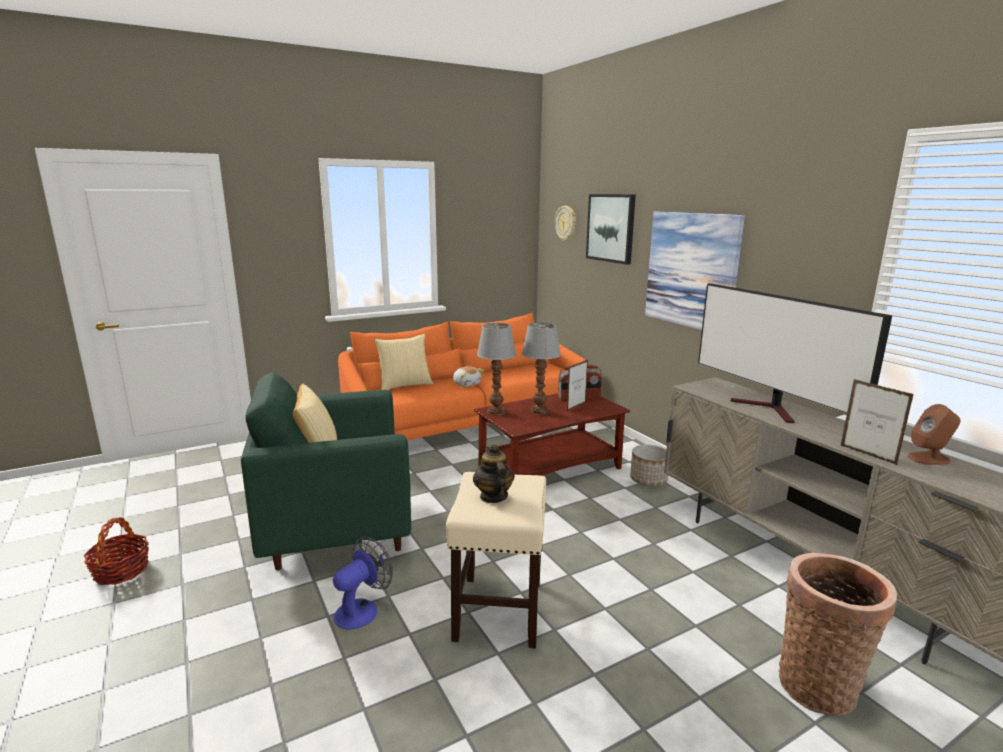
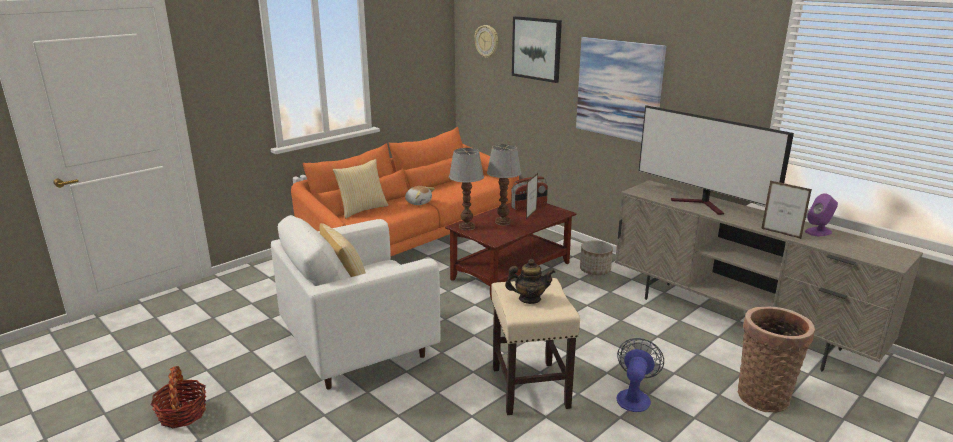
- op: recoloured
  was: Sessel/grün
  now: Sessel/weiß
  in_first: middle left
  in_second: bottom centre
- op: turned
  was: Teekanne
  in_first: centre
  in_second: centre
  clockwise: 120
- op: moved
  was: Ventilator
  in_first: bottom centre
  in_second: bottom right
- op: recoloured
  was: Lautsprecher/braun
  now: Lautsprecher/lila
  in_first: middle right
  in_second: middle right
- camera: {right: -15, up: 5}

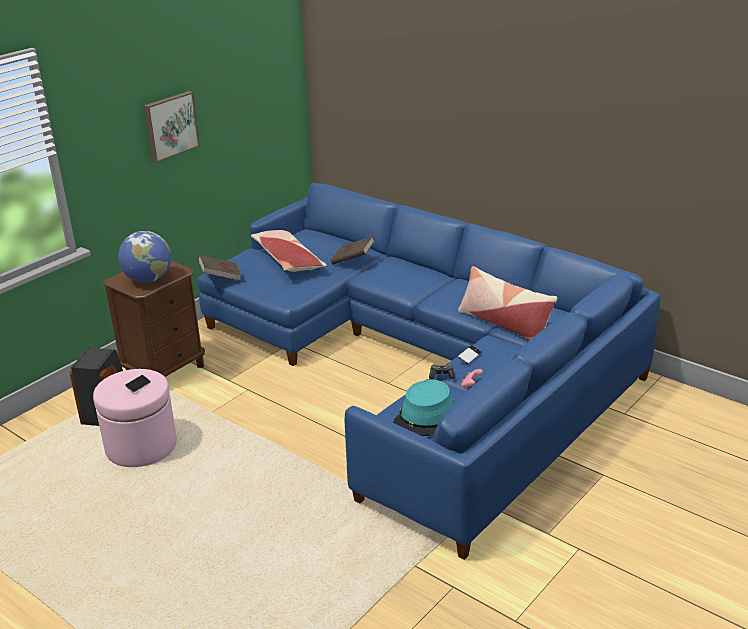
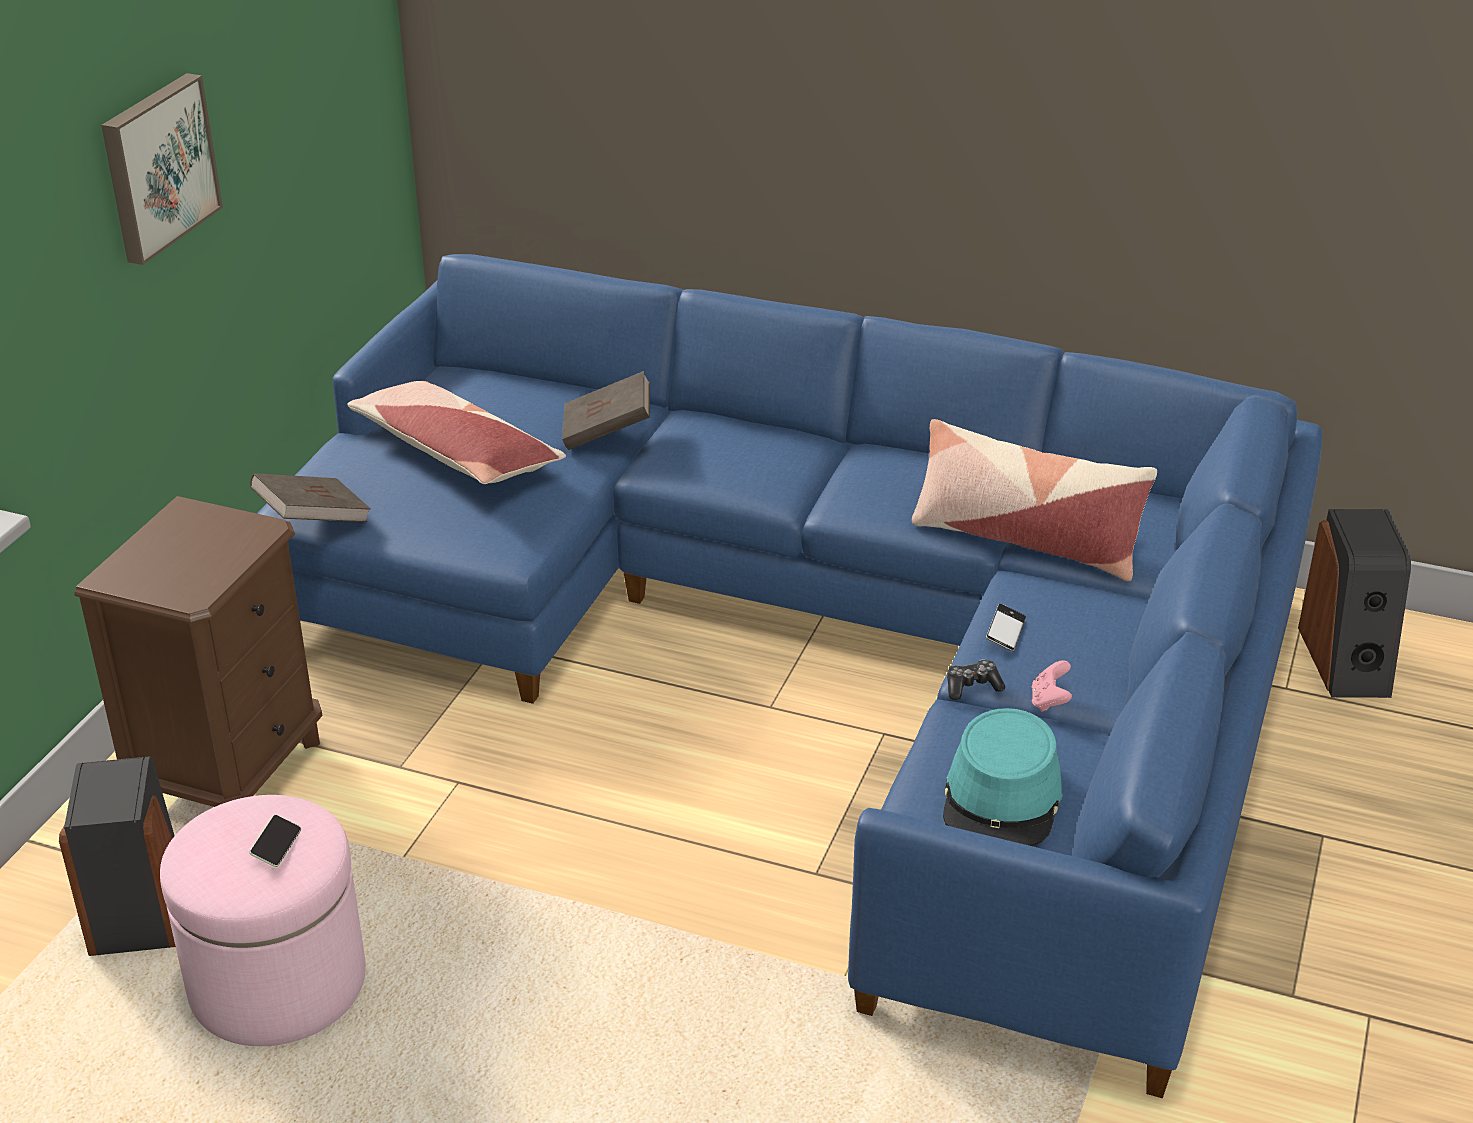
- op: added
  now: Lautsprecher (2nd from left)
  in_second: middle right
- op: removed
  was: Globus
  in_first: middle left
- camera: {right: -20, up: 5}

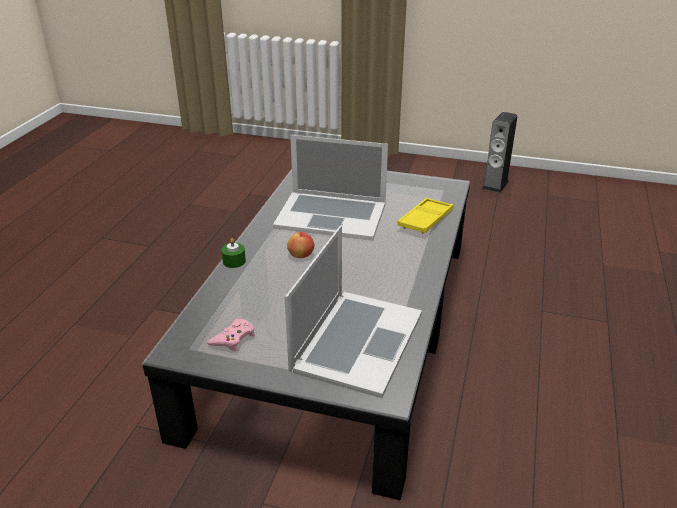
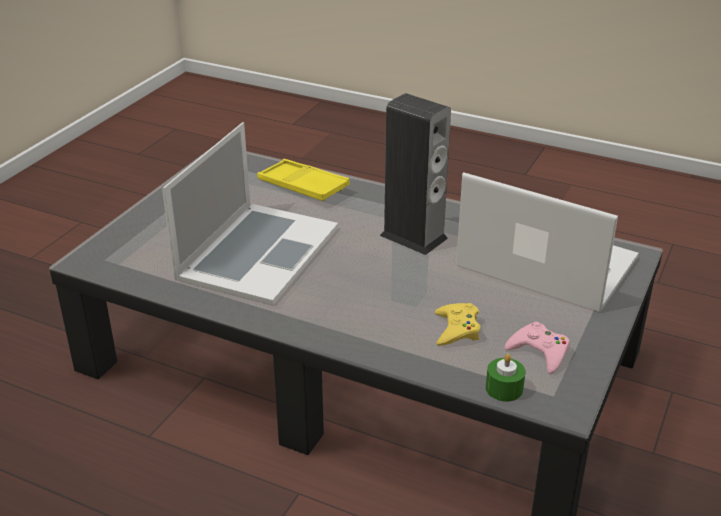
- op: moved
  was: Lautsprecher
  in_first: top right
  in_second: centre
- op: added
  now: Gamepad/gelb
  in_second: centre
- op: moved
  was: Kerze/grün
  in_first: centre
  in_second: bottom right
- op: removed
  was: Apfel
  in_first: centre
- camera: {right: -80, up: 0}

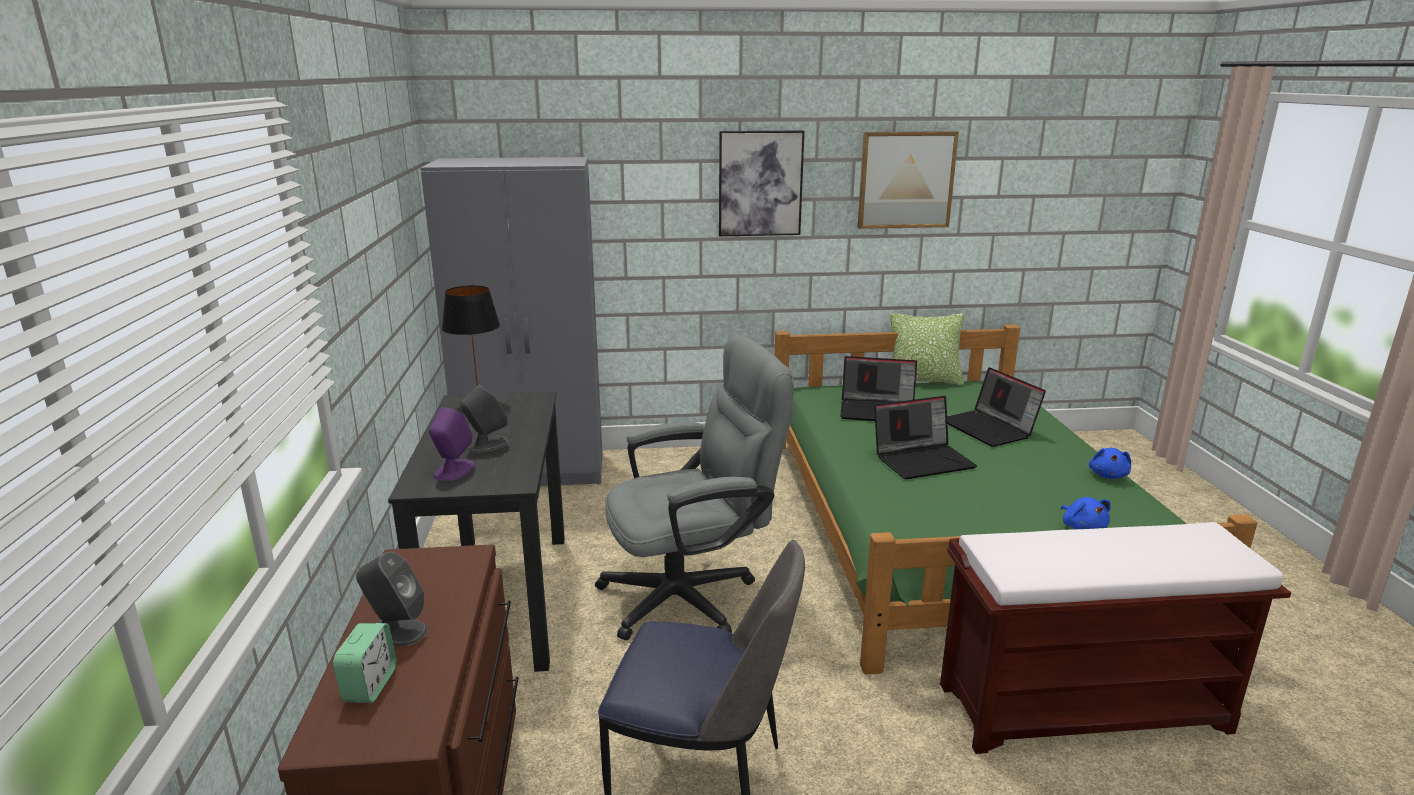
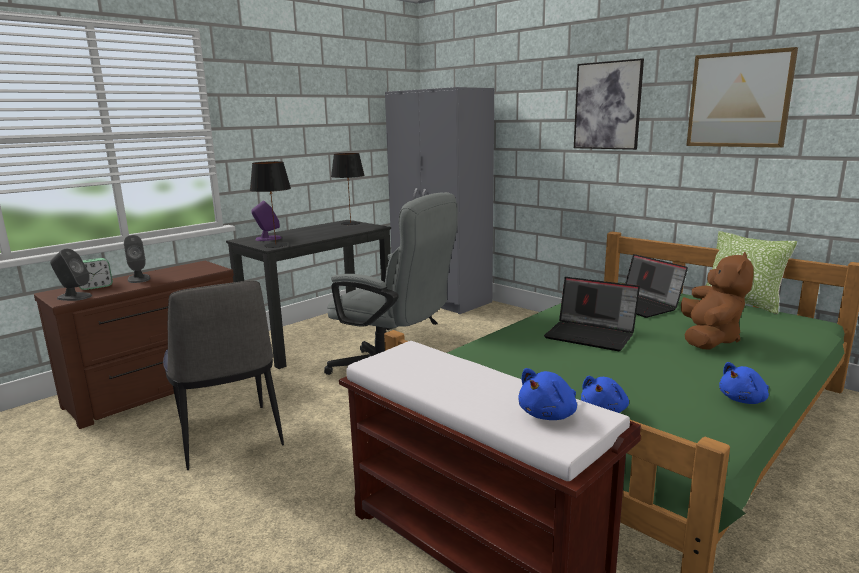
- op: moved
  was: Lautsprecher/grau (2nd from left in the first image)
  now: Lautsprecher/grau (1st from left)
  in_first: centre
  in_second: middle left
- op: added
  now: Tischlampe/schwarz (1st from left)
  in_second: middle left
- op: added
  now: Plüschtier/blau (1st from left)
  in_second: bottom centre
- op: replaced
  was: Laptop (3rd from left)
  now: Plüschtier/braun
  in_first: middle right
  in_second: middle right
- camera: {right: 50, up: -5}

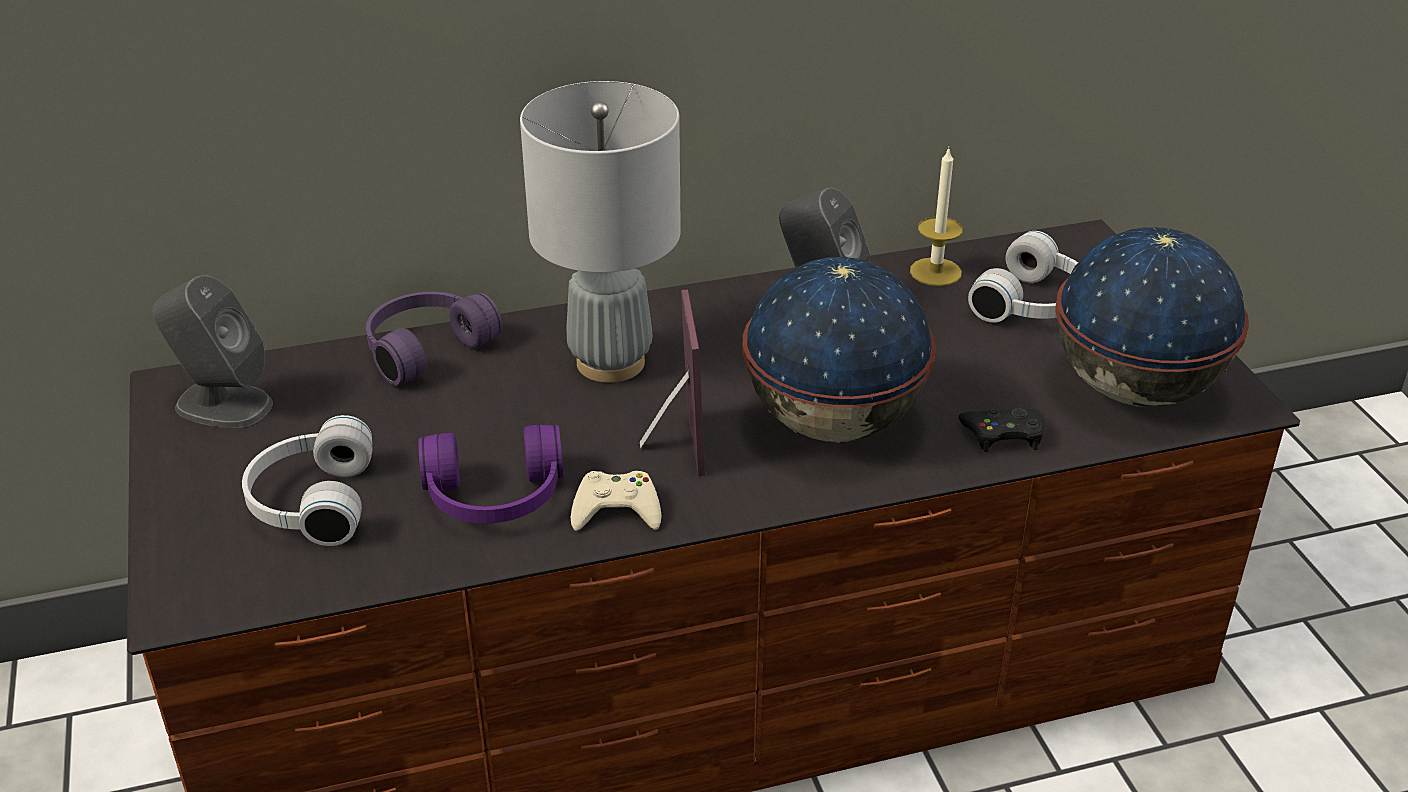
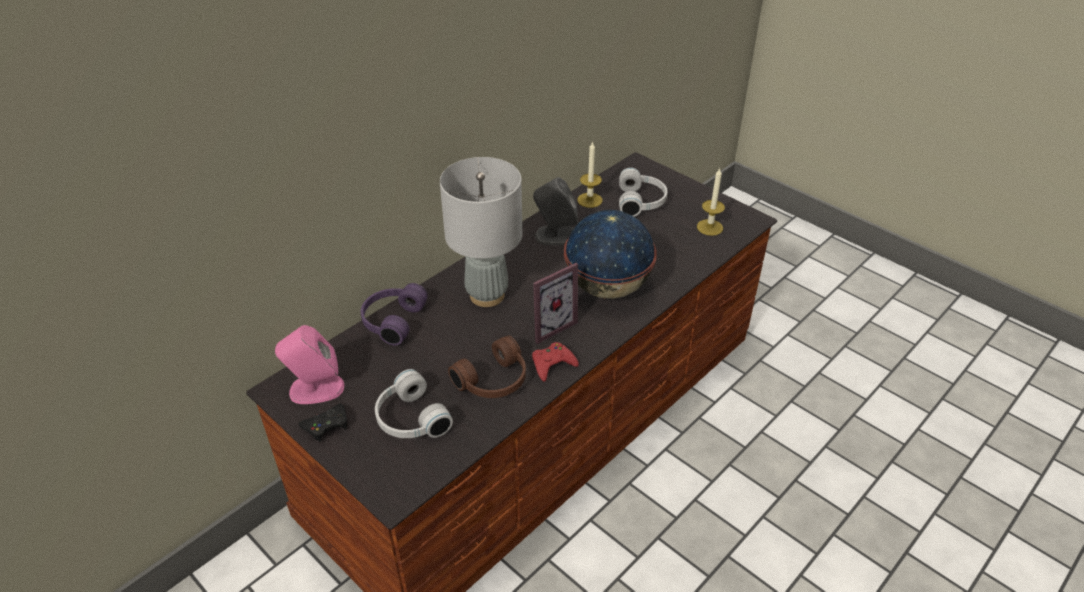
- op: recoloured
  was: Lautsprecher/grau (1st from left)
  now: Lautsprecher/rosa
  in_first: middle left
  in_second: middle left
- op: moved
  was: Gamepad/schwarz
  in_first: middle right
  in_second: bottom left
- op: recoloured
  was: Kopfhörer/lila (2nd from left)
  now: Kopfhörer/braun
  in_first: centre
  in_second: centre
- op: recoloured
  was: Gamepad/beige
  now: Gamepad/rot
  in_first: centre
  in_second: centre
- op: turned
  was: Bilderrahmen
  in_first: centre
  in_second: centre
  clockwise: 90
- op: replaced
  was: Globus (2nd from left)
  now: Kerze (2nd from left)
  in_first: middle right
  in_second: centre
- camera: {right: -30, up: 5}

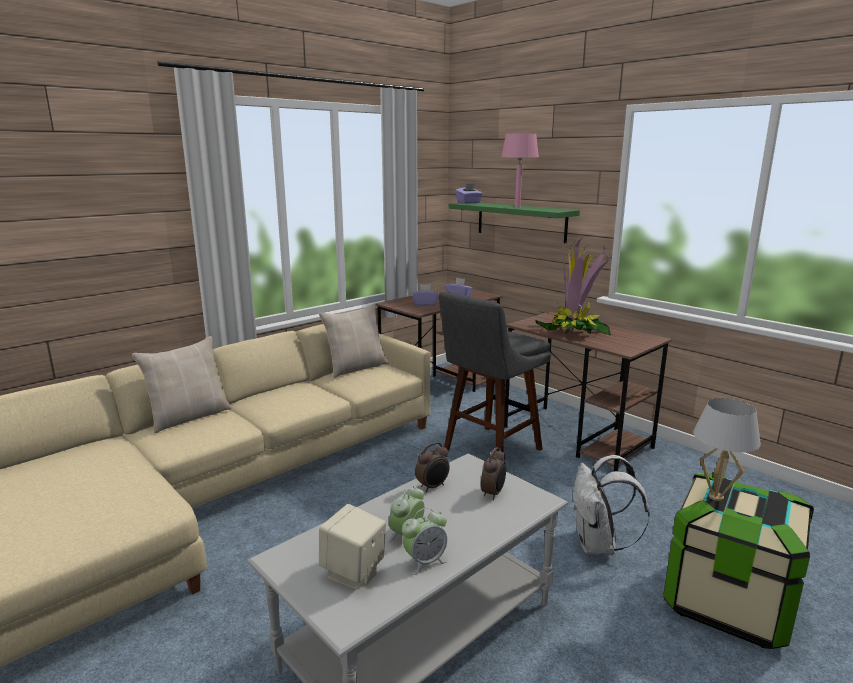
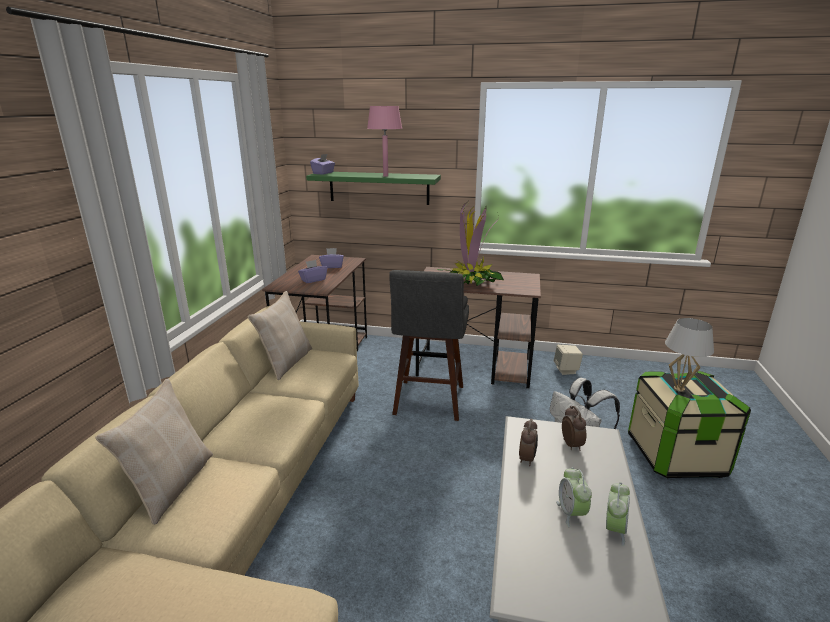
- op: moved
  was: Lautsprecher/beige
  in_first: bottom centre
  in_second: middle right
- camera: {right: -35, up: 5}

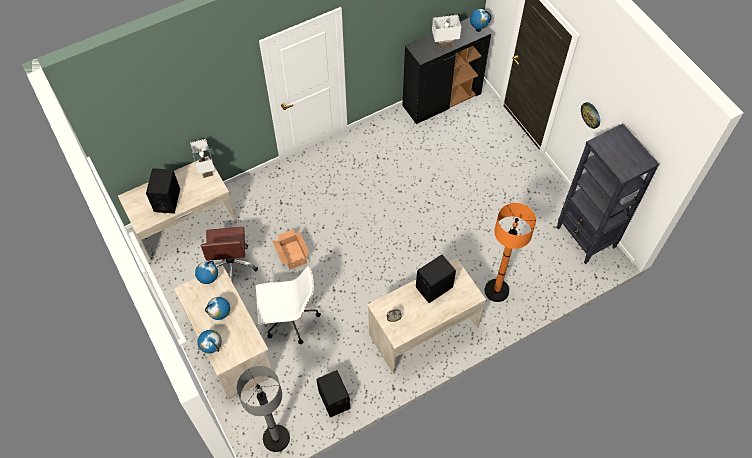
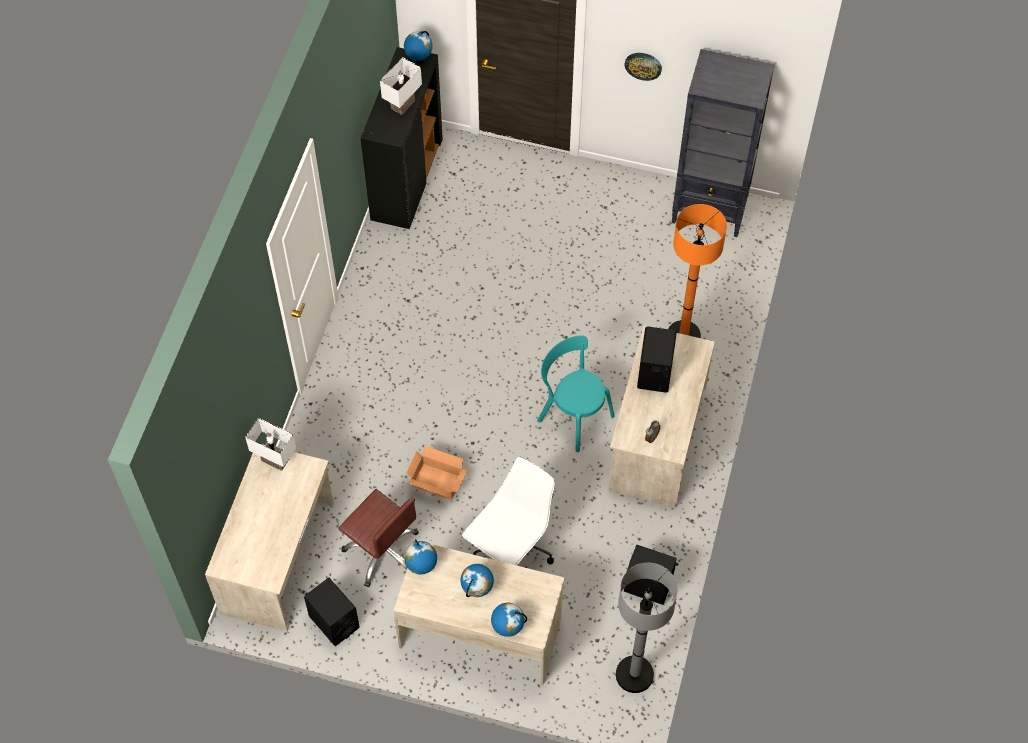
- op: moved
  was: Lautsprecher/schwarz (1st from left)
  in_first: middle left
  in_second: bottom left
- op: added
  now: Stuhl/türkis
  in_second: centre
- camera: {right: -45, up: 0}

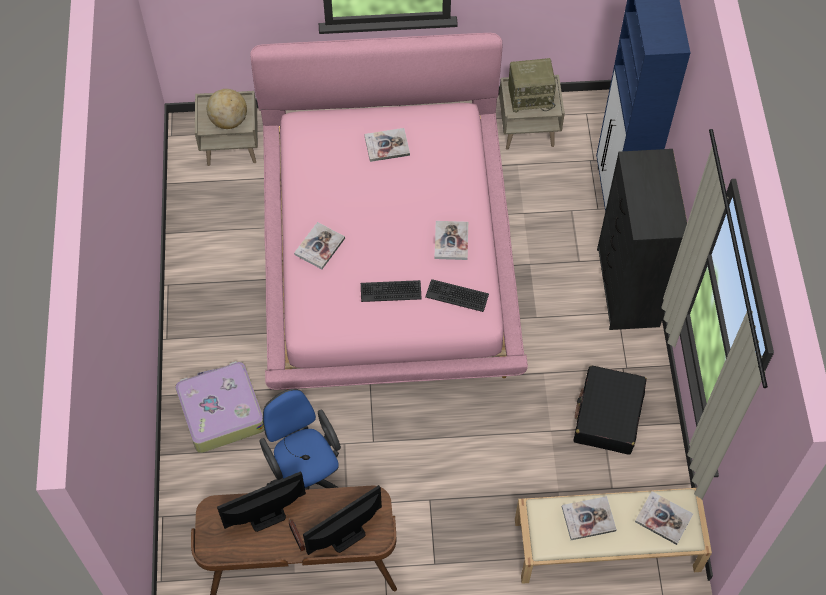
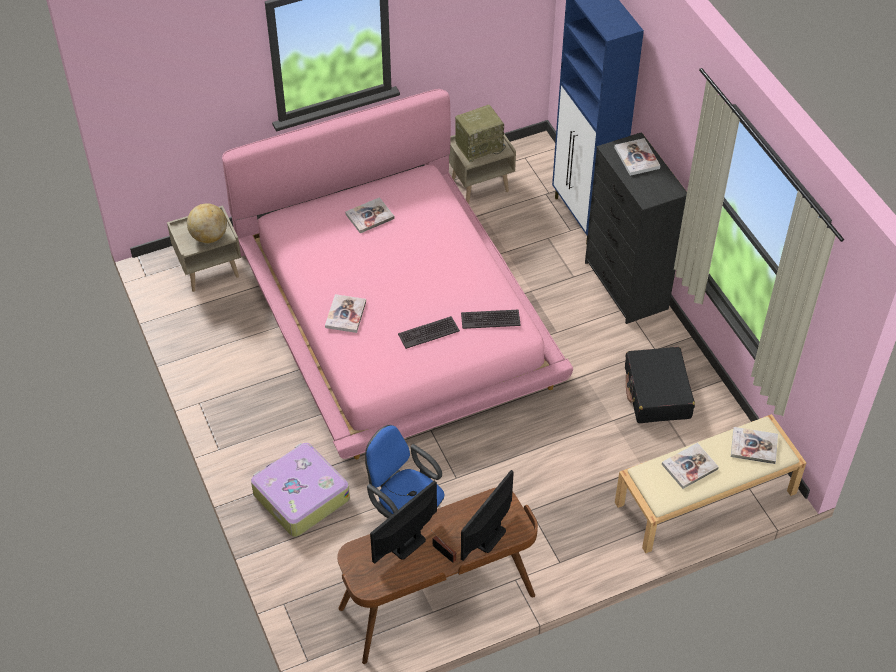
- op: moved
  was: Buch (3rd from left)
  in_first: centre
  in_second: top right
- camera: {right: -20, up: -10}

